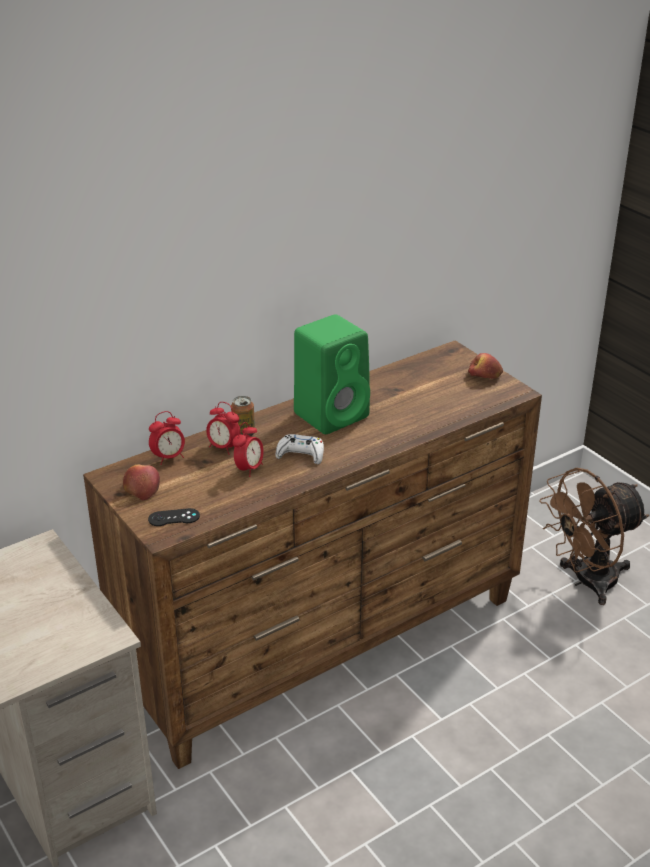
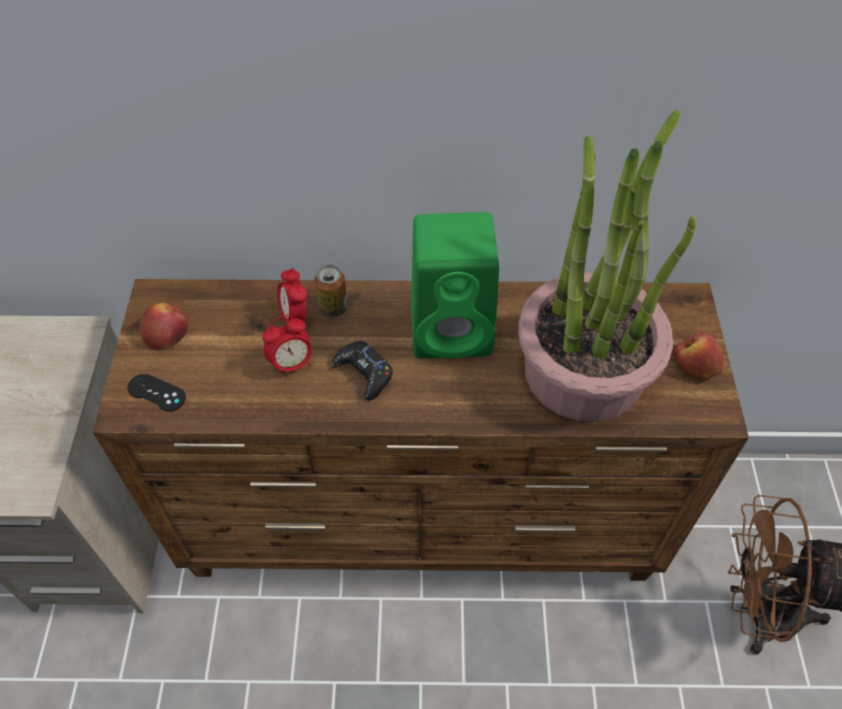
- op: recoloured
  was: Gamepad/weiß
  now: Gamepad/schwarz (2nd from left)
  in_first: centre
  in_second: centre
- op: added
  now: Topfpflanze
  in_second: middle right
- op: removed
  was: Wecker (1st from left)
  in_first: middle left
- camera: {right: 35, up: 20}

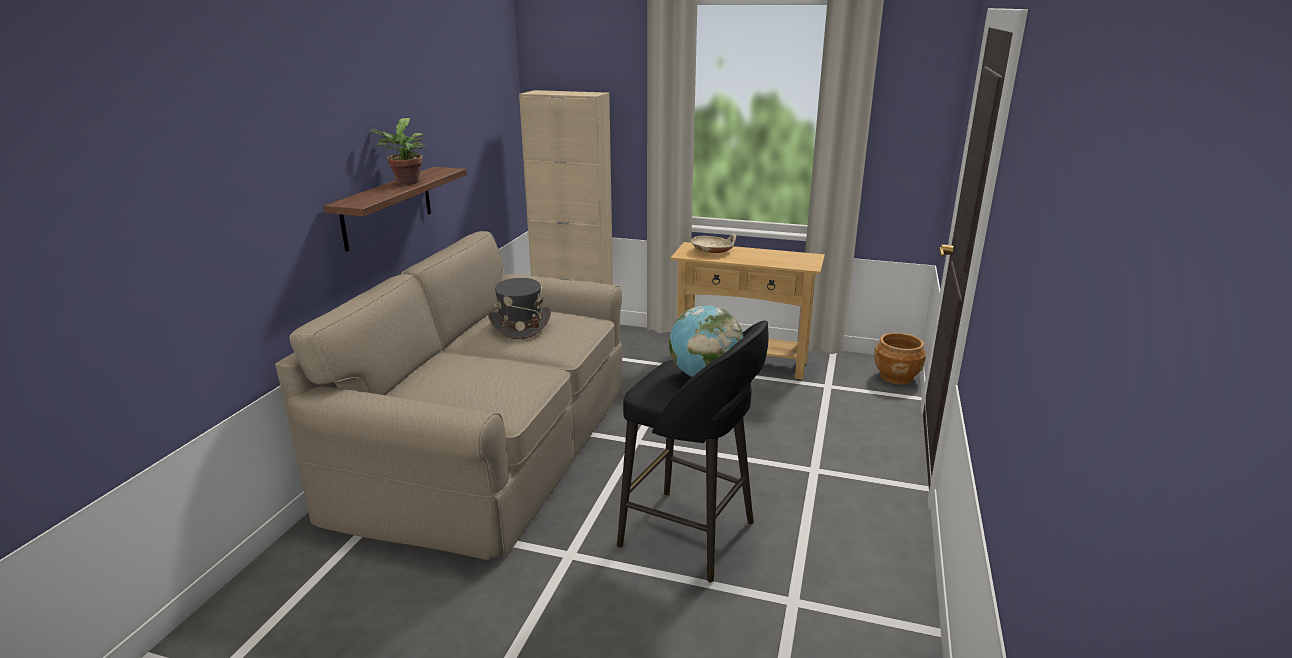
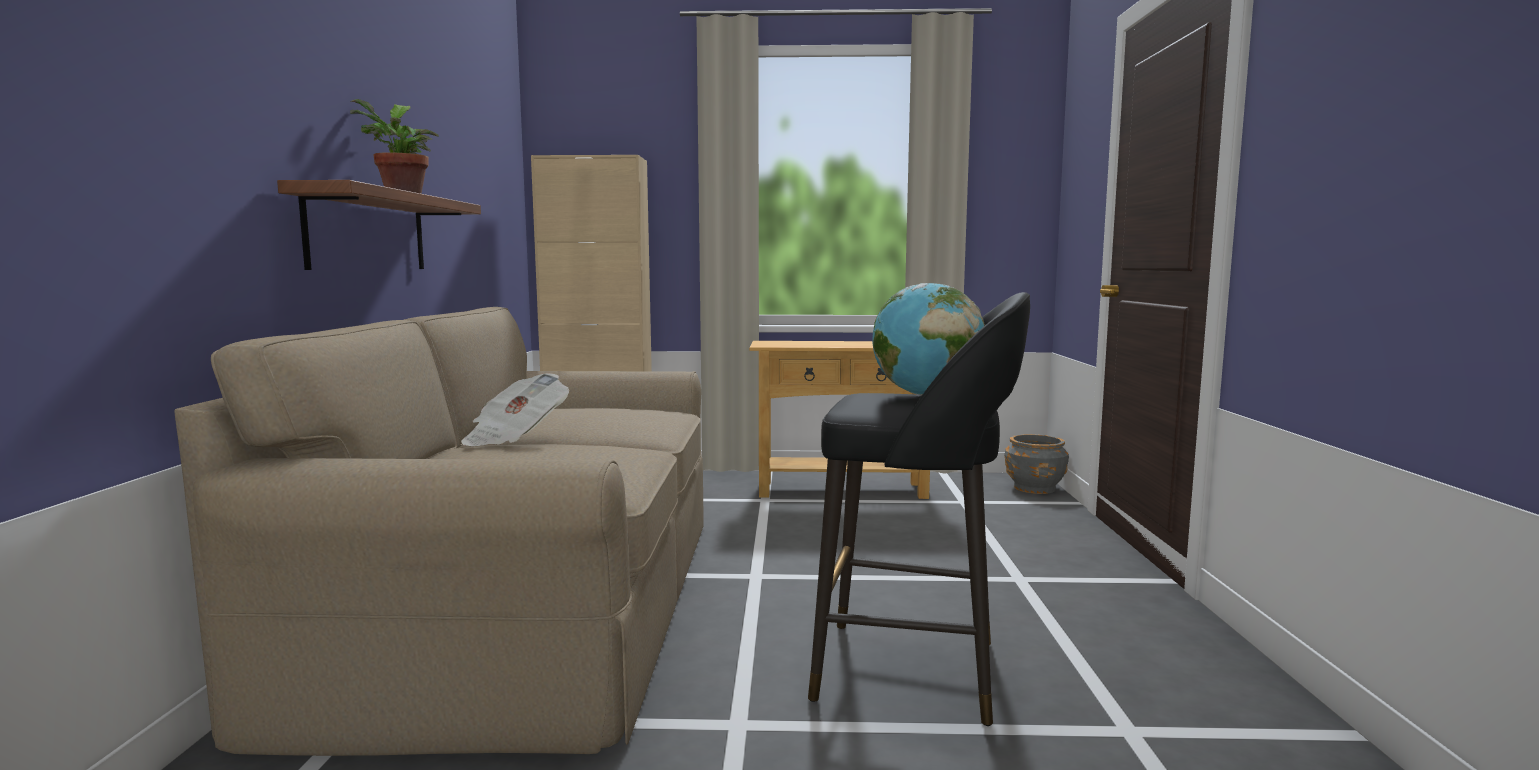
- op: added
  now: Zeitung
  in_second: centre
- op: recoloured
  was: Pflanzkübel/braun
  now: Pflanzkübel/grau
  in_first: middle right
  in_second: middle right
- op: removed
  was: Hut/grau
  in_first: centre
- op: removed
  was: Schüssel/beige
  in_first: centre
- camera: {right: -15, up: -15}

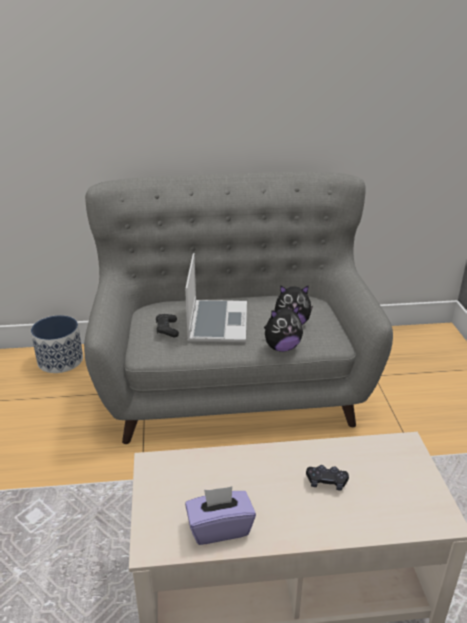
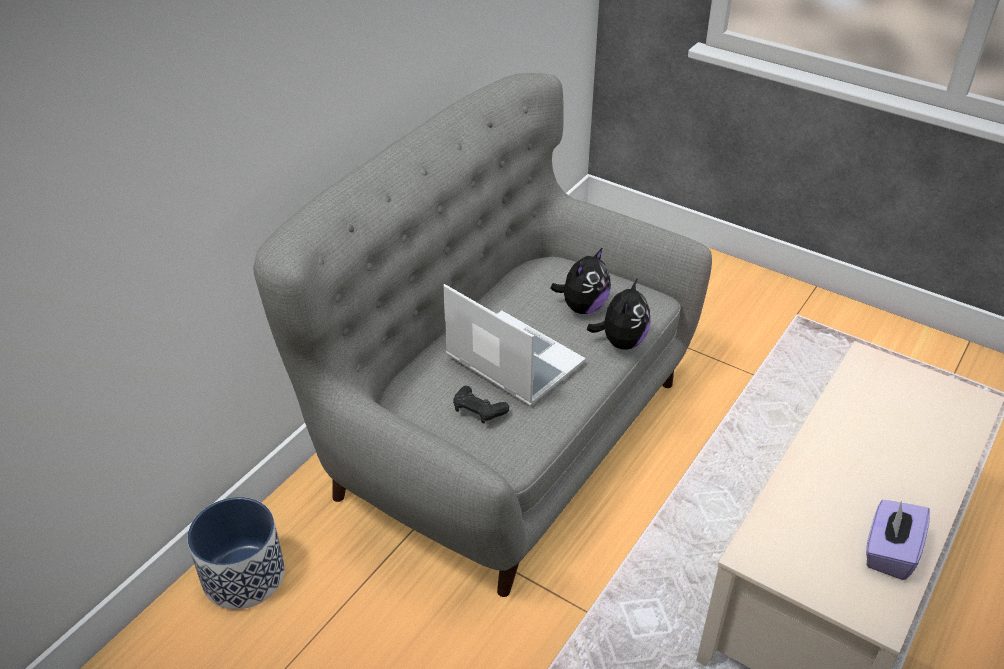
- op: removed
  was: Gamepad/schwarz (2nd from left)
  in_first: bottom right
- camera: {right: -50, up: 10}

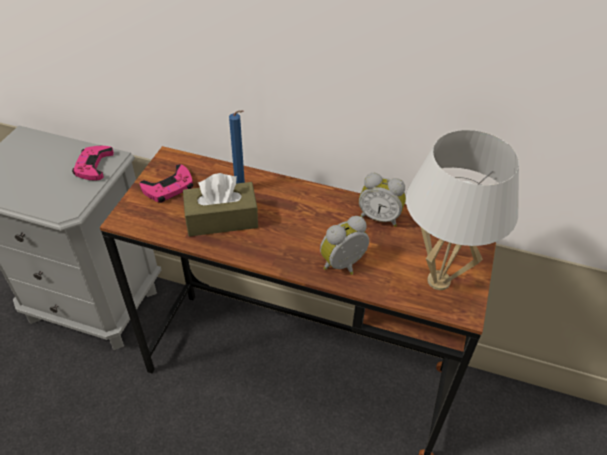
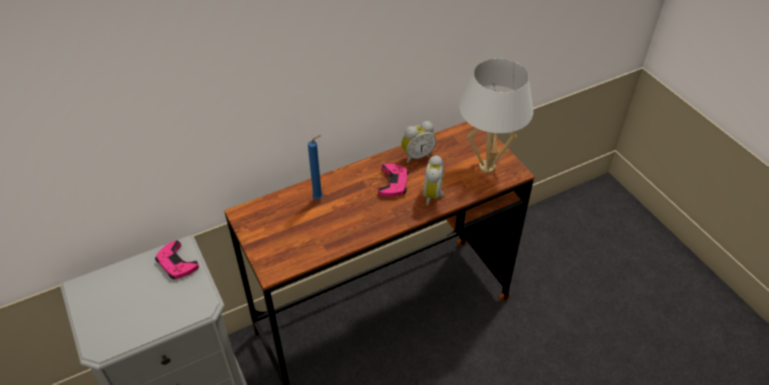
- op: moved
  was: Gamepad/rosa (2nd from left)
  in_first: middle left
  in_second: centre
- op: removed
  was: Taschentuchbox/braun
  in_first: centre
- camera: {right: -45, up: 0}

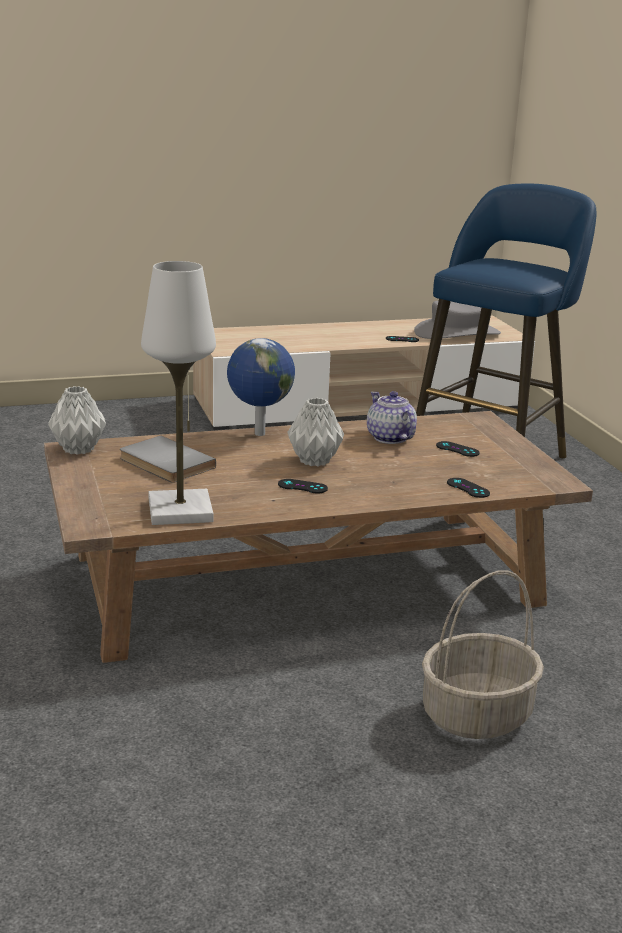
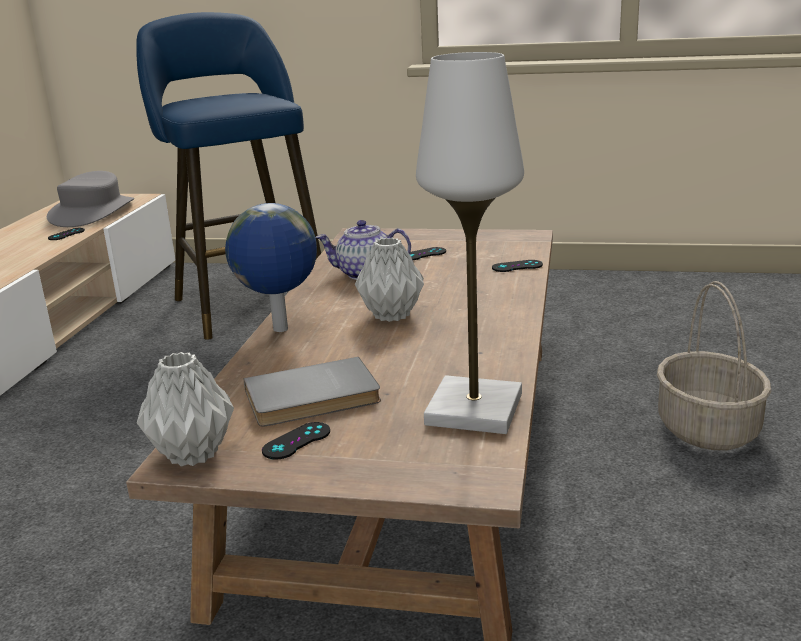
- op: moved
  was: Gamepad/schwarz (1st from left in the first image)
  now: Gamepad/schwarz (2nd from left)
  in_first: centre
  in_second: bottom centre
- camera: {right: -60, up: 0}

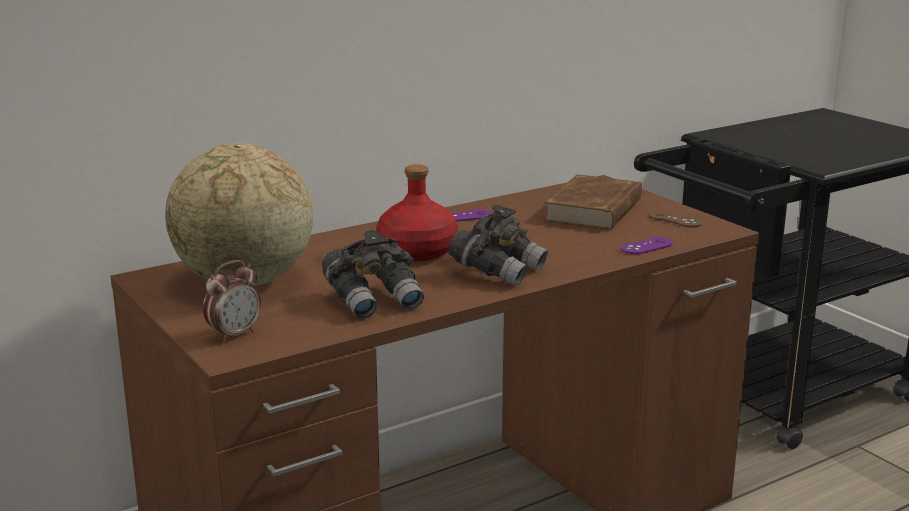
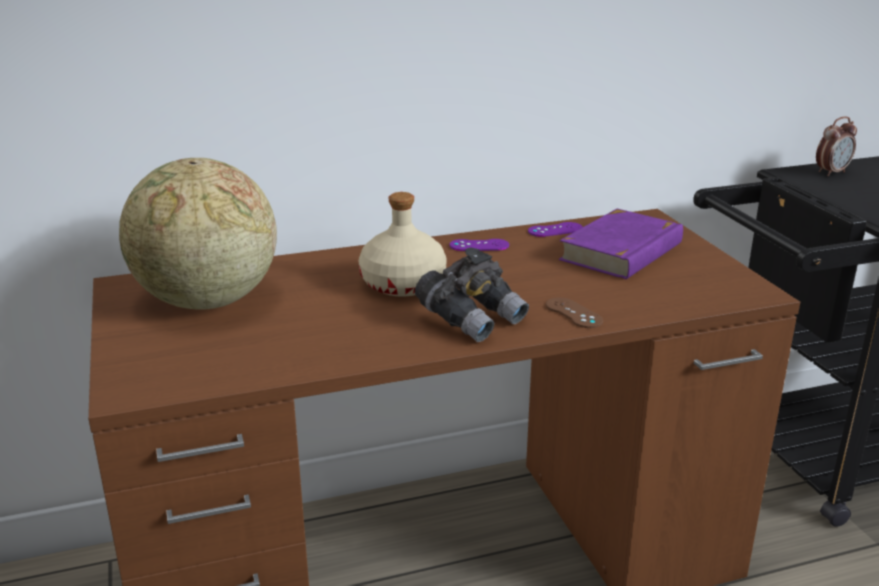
- op: recoloured
  was: Flasche/rot
  now: Flasche/beige
  in_first: centre
  in_second: centre
- op: moved
  was: Gamepad/lila (2nd from left)
  in_first: middle right
  in_second: centre
- op: moved
  was: Gamepad/braun
  in_first: middle right
  in_second: centre
- op: recoloured
  was: Buch/braun
  now: Buch/lila
  in_first: centre
  in_second: middle right
- op: moved
  was: Wecker
  in_first: middle left
  in_second: top right
- op: removed
  was: Fernglas/grau (1st from left)
  in_first: centre
- camera: {right: 15, up: 5}

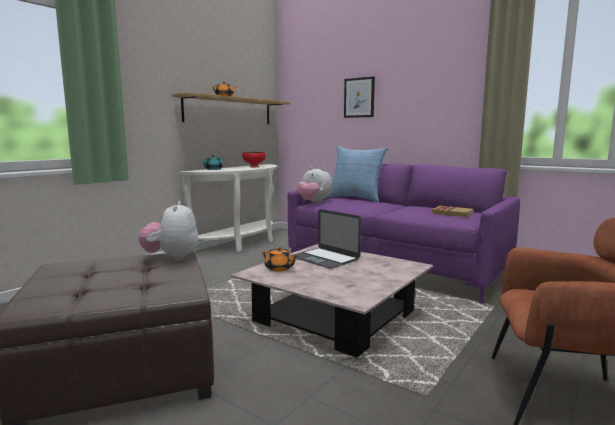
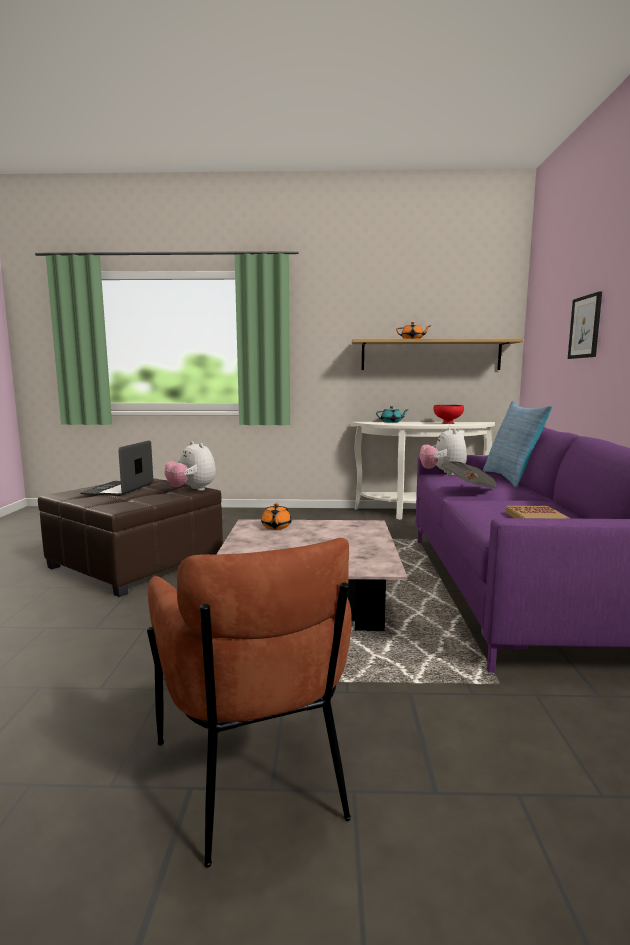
- op: moved
  was: Laptop
  in_first: centre
  in_second: middle left
- op: turned
  was: Plüschtier (1st from left)
  in_first: middle left
  in_second: middle left
  clockwise: -90
- op: added
  now: Zeitung
  in_second: middle right
- camera: {right: 55, up: 0}

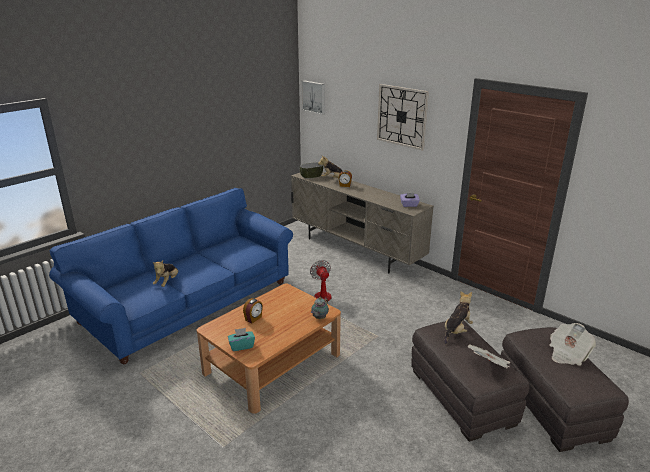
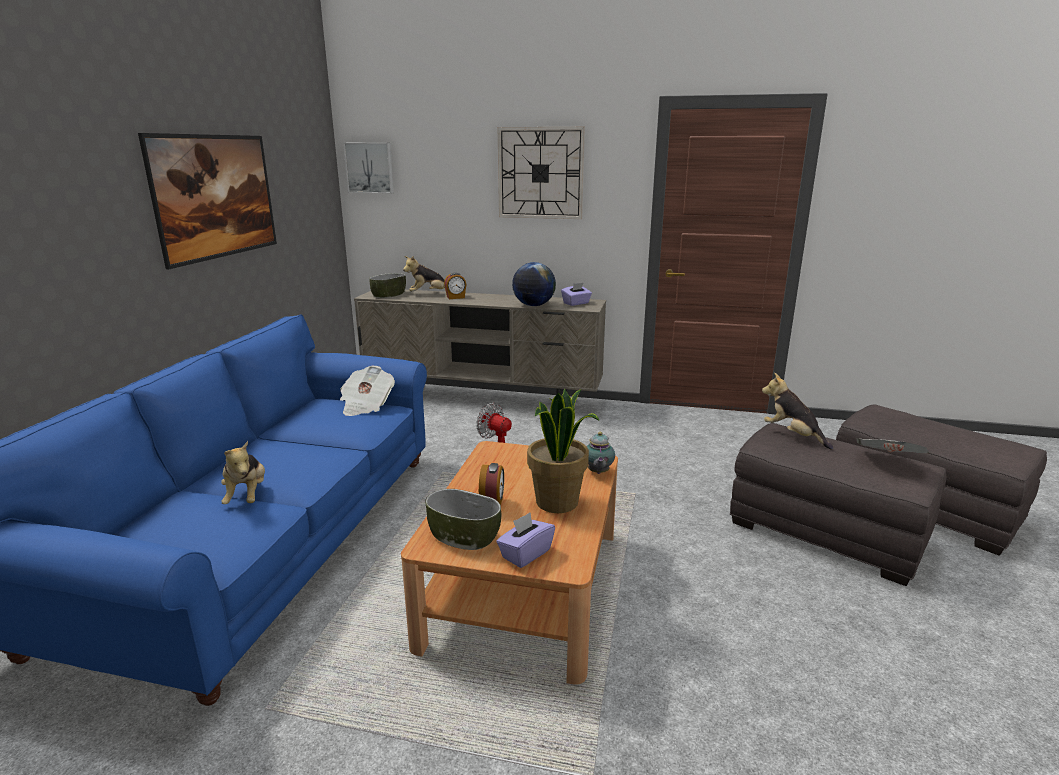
- op: added
  now: Bild (1st from left)
  in_second: top left
- op: moved
  was: Zeitung (2nd from left in the first image)
  now: Zeitung (1st from left)
  in_first: bottom right
  in_second: centre
- op: added
  now: Schüssel (2nd from left)
  in_second: bottom centre
- op: recoloured
  was: Taschentuchbox/türkis
  now: Taschentuchbox/lila (1st from left)
  in_first: bottom centre
  in_second: bottom centre
- op: added
  now: Globus
  in_second: centre
- op: added
  now: Topfpflanze
  in_second: centre
- op: turned
  was: Plüschtier (3rd from left)
  in_first: bottom right
  in_second: middle right
  clockwise: -45
- camera: {right: -30, up: -5}

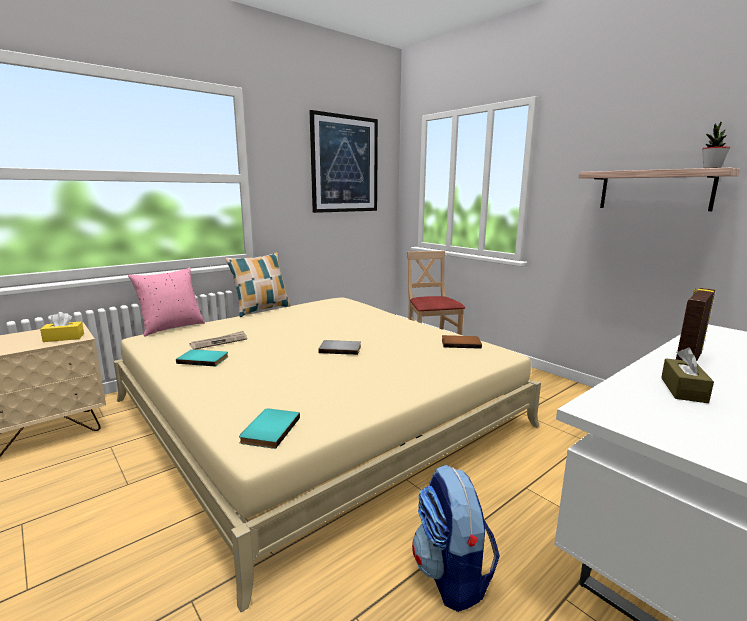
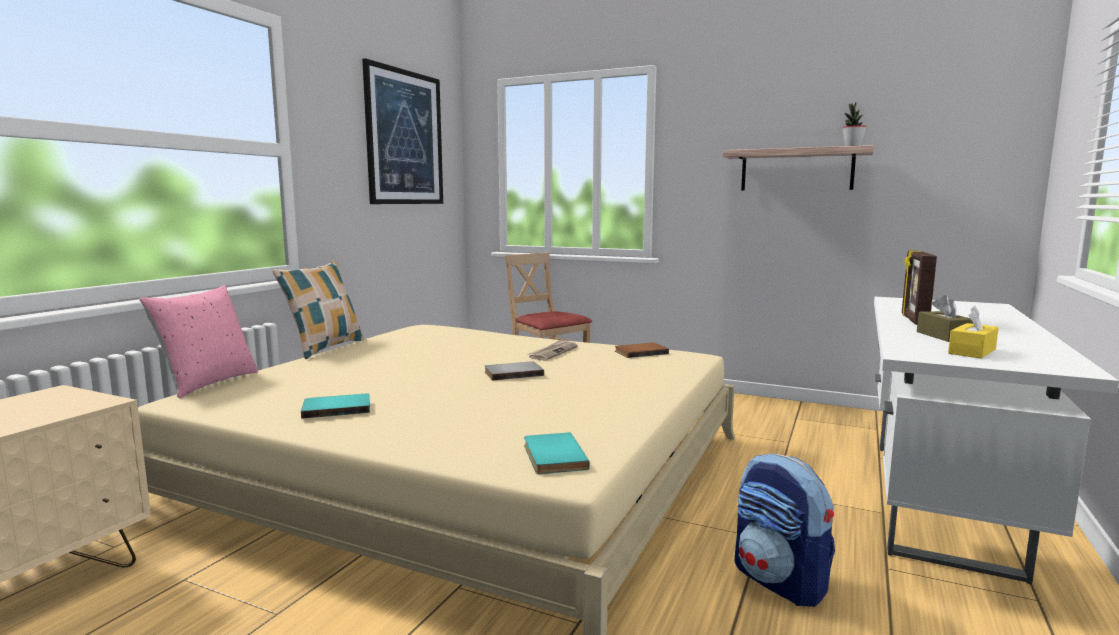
- op: moved
  was: Zeitung
  in_first: middle left
  in_second: centre
- op: moved
  was: Taschentuchbox/gelb
  in_first: middle left
  in_second: middle right
- camera: {right: -25, up: -5}

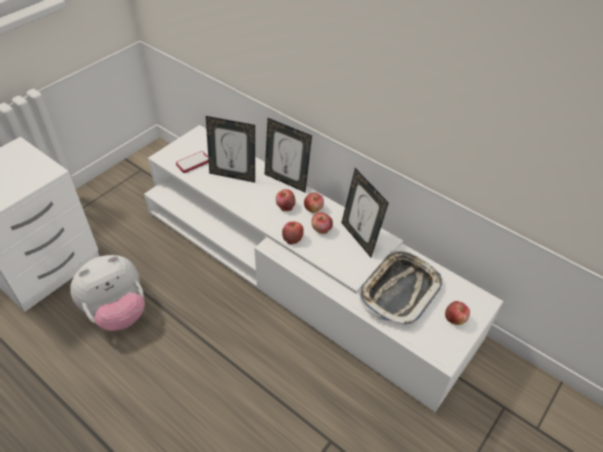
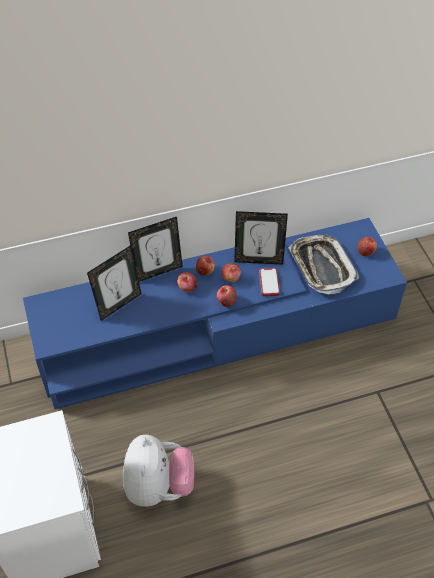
- op: recoloured
  was: Fernsehschrank/weiß
  now: Fernsehschrank/blau
  in_first: centre
  in_second: centre
- op: moved
  was: Handy
  in_first: middle left
  in_second: centre
- camera: {right: -55, up: 5}

